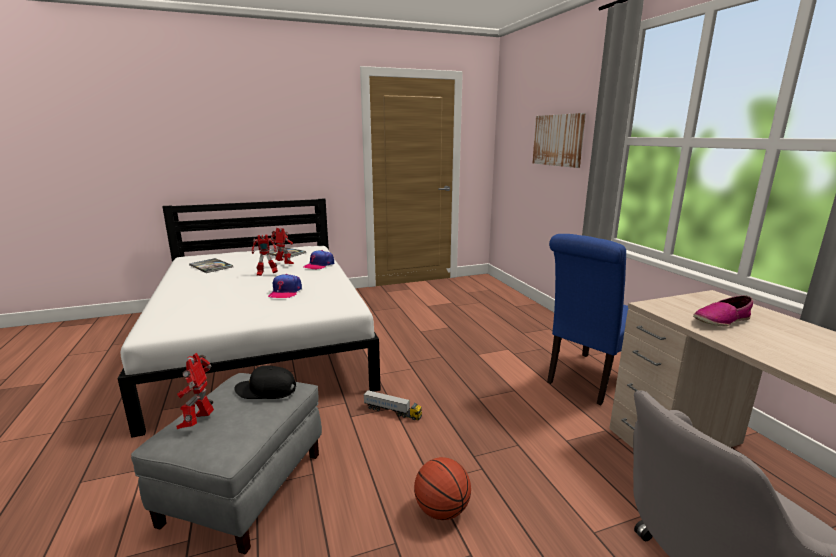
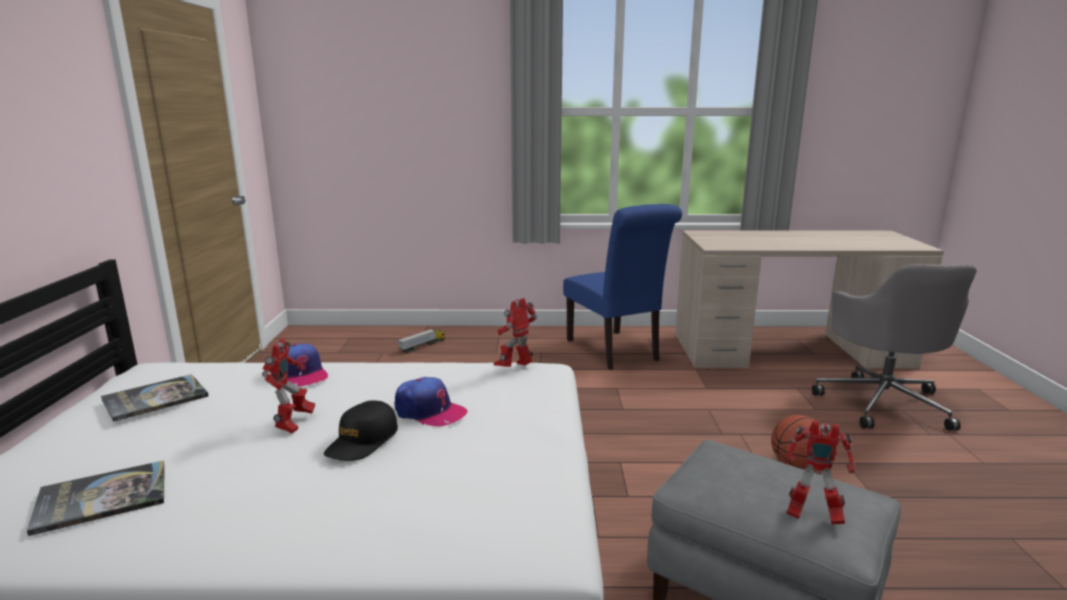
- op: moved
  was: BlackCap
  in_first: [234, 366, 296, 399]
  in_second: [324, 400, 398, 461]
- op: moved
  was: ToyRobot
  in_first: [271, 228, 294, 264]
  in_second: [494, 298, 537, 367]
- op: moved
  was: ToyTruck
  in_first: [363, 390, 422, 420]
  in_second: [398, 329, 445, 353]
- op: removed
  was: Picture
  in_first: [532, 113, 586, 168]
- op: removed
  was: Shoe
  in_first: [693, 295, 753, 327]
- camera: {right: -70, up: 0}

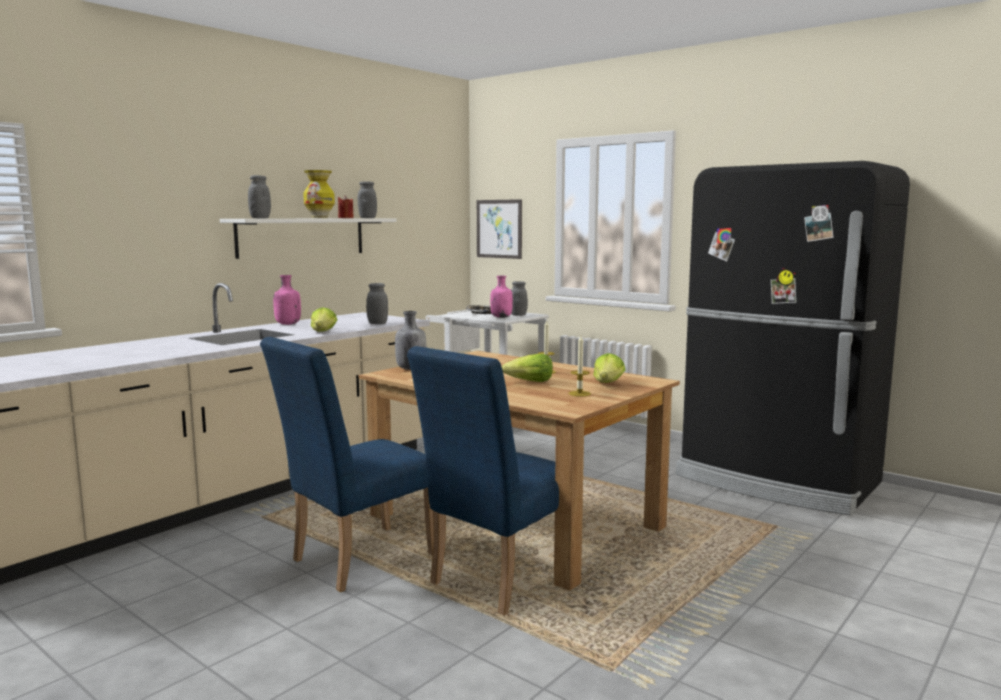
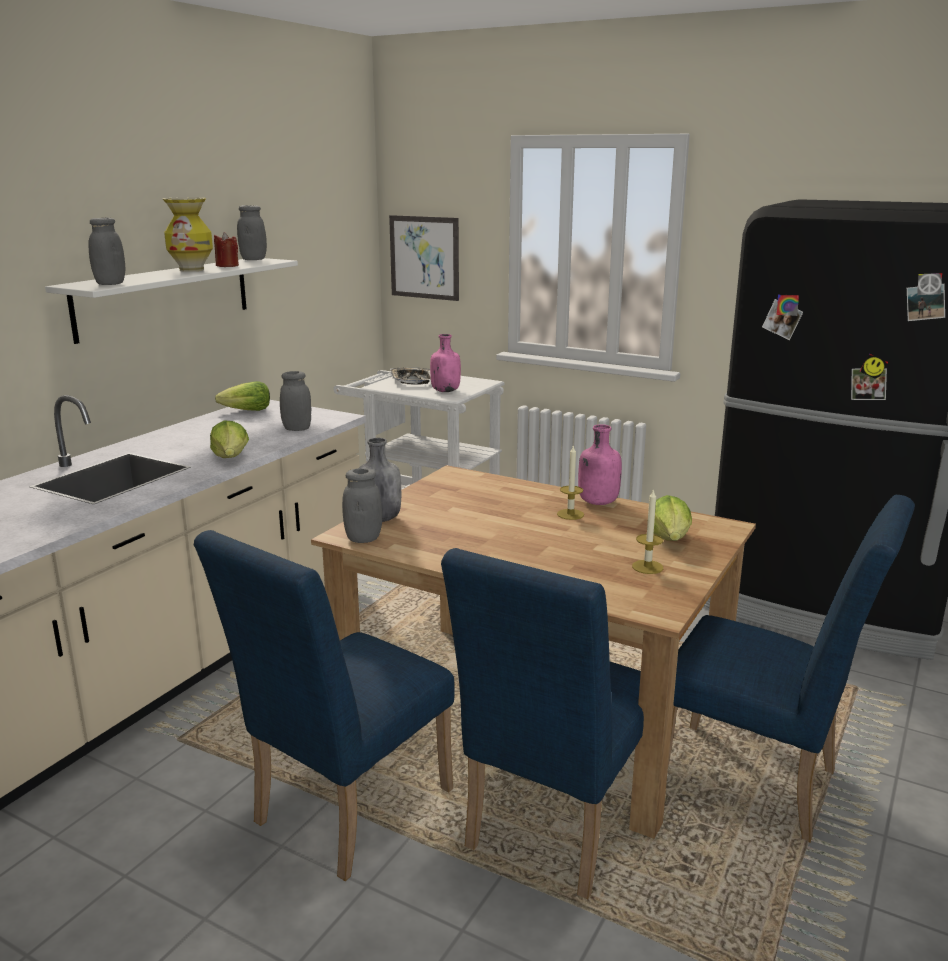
- op: moved
  was: PinkBottle
  in_first: [273, 275, 301, 325]
  in_second: [578, 424, 622, 505]
- op: moved
  was: Lettuce
  in_first: [502, 354, 553, 382]
  in_second: [215, 381, 270, 411]
- op: moved
  was: GreyJar
  in_first: [511, 281, 528, 316]
  in_second: [342, 468, 382, 543]
- op: added
  now: BlueChair
  in_second: [668, 495, 915, 843]
- camera: {right: -10, up: 10}

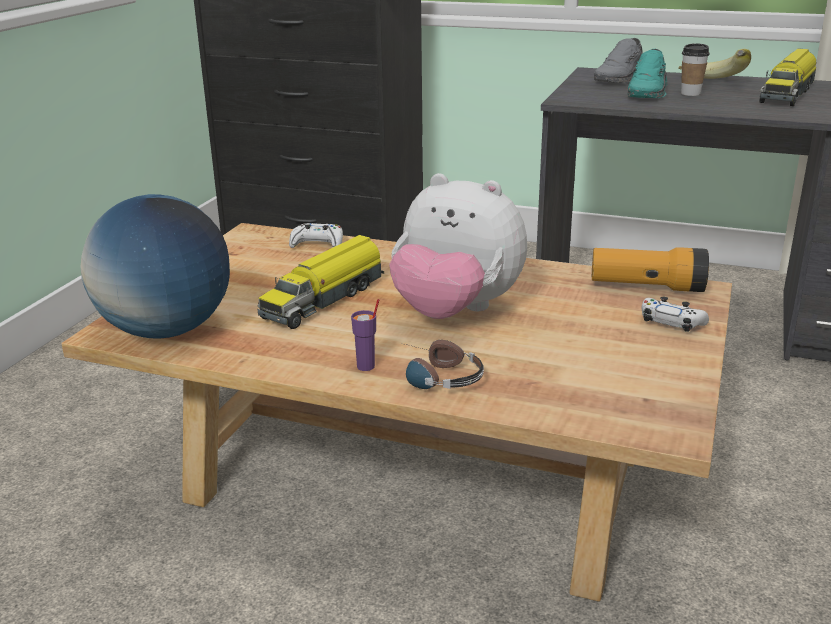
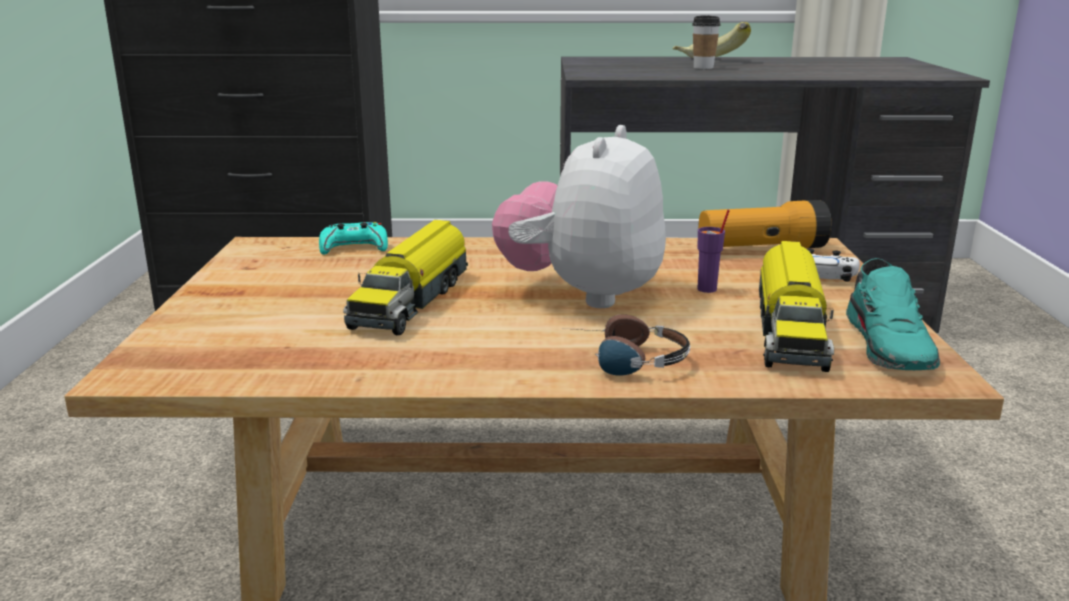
- op: removed
  was: Globe
  in_first: [81, 194, 230, 339]
- op: recoloured
  was: WhiteGameController
  now: TurquoiseGameController
  in_first: [289, 223, 343, 248]
  in_second: [319, 222, 388, 255]
- op: moved
  was: PurpleCup
  in_first: [351, 299, 379, 371]
  in_second: [697, 210, 730, 293]
- op: turned
  was: PlushToy
  in_first: [389, 173, 527, 319]
  in_second: [492, 125, 666, 308]
  clockwise: 105
- op: removed
  was: GreyShoe
  in_first: [594, 38, 643, 83]
- op: moved
  was: TurquoiseShoe
  in_first: [627, 49, 668, 98]
  in_second: [846, 258, 940, 370]
- op: moved
  was: ToyTruck
  in_first: [760, 48, 816, 106]
  in_second: [759, 241, 834, 372]
- camera: {right: -20, up: -5}

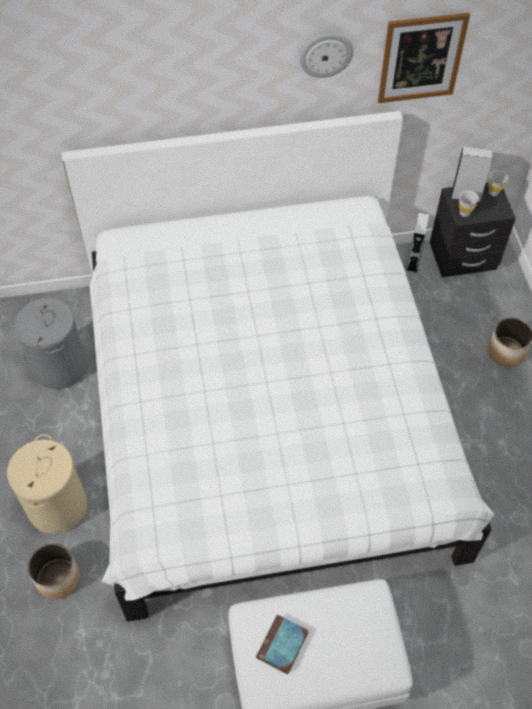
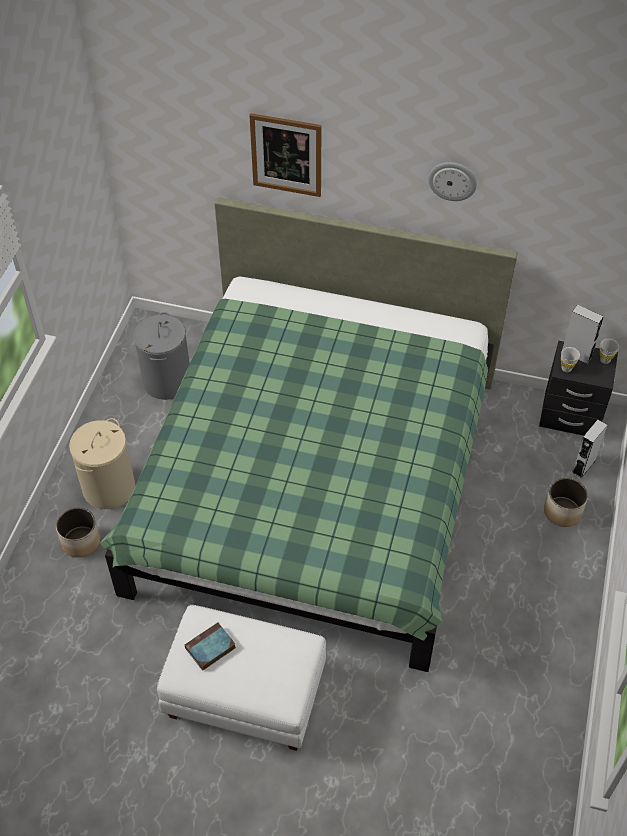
- op: recoloured
  was: WhiteBed
  now: GreenBed
  in_first: [62, 111, 494, 622]
  in_second: [99, 197, 518, 672]
- op: moved
  was: Picture
  in_first: [378, 13, 470, 103]
  in_second: [249, 113, 322, 197]
- op: moved
  was: GreySpeaker
  in_first: [406, 212, 429, 273]
  in_second: [572, 419, 607, 478]
- camera: {right: 25, up: -5}

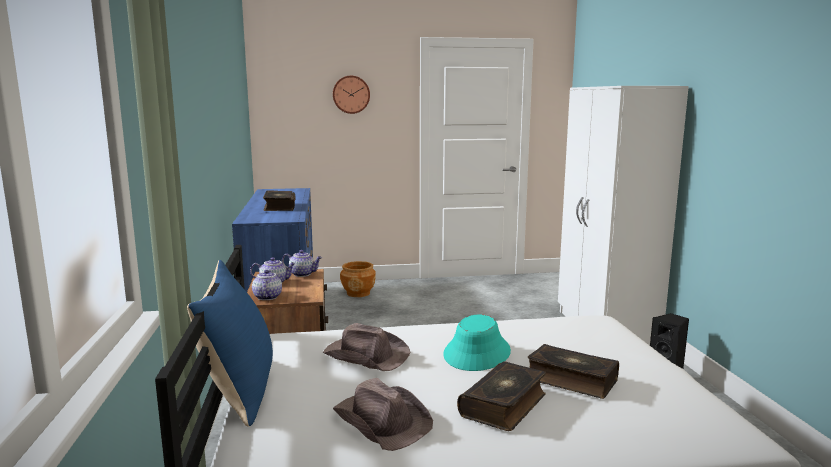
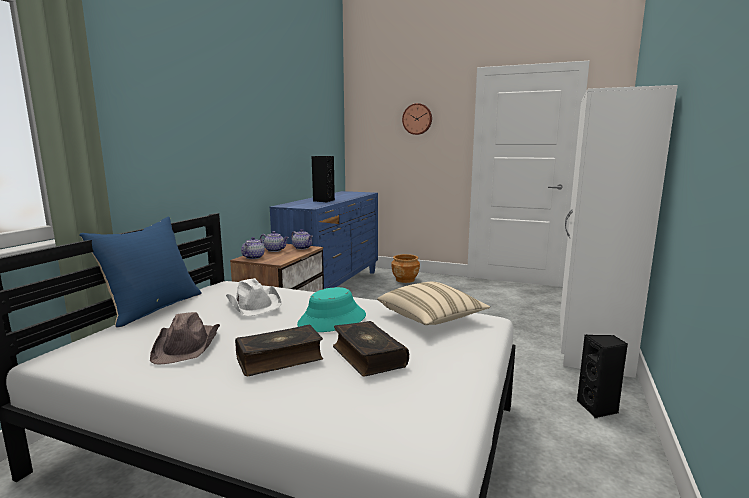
- op: replaced
  was: Book
  now: BlackSpeaker
  in_first: [263, 190, 296, 211]
  in_second: [312, 156, 335, 202]
- op: recoloured
  was: BrownHat
  now: WhiteHat
  in_first: [323, 323, 410, 371]
  in_second: [226, 278, 282, 317]
- op: added
  now: BeigePillow
  in_second: [377, 282, 490, 325]
- camera: {right: 30, up: 0}

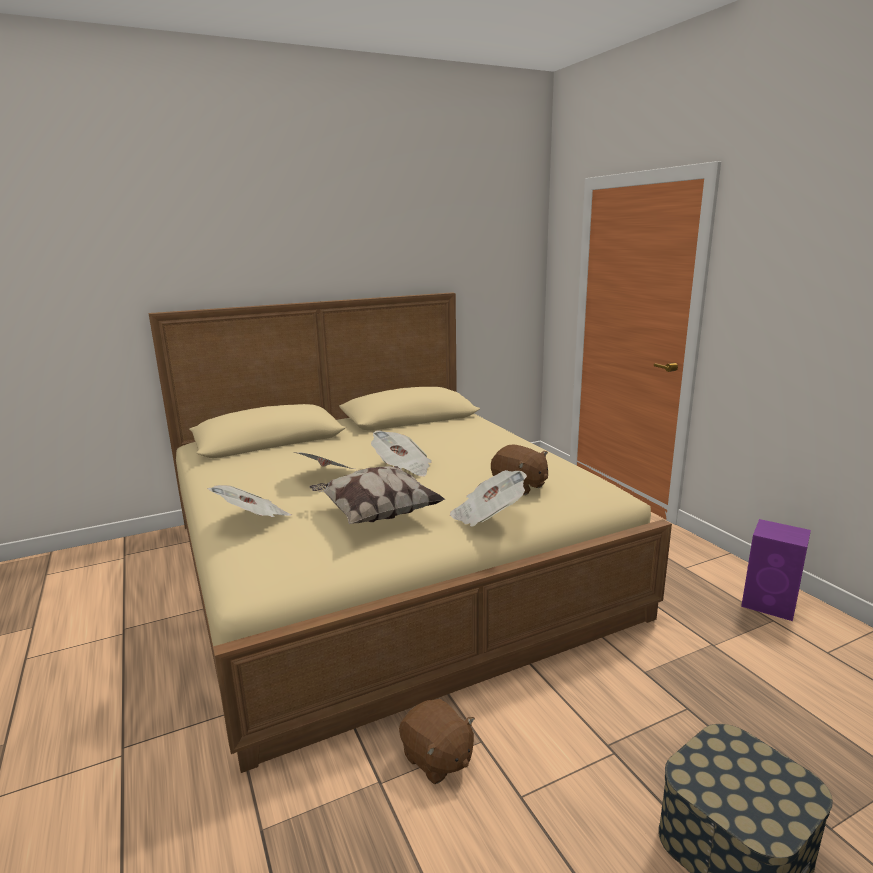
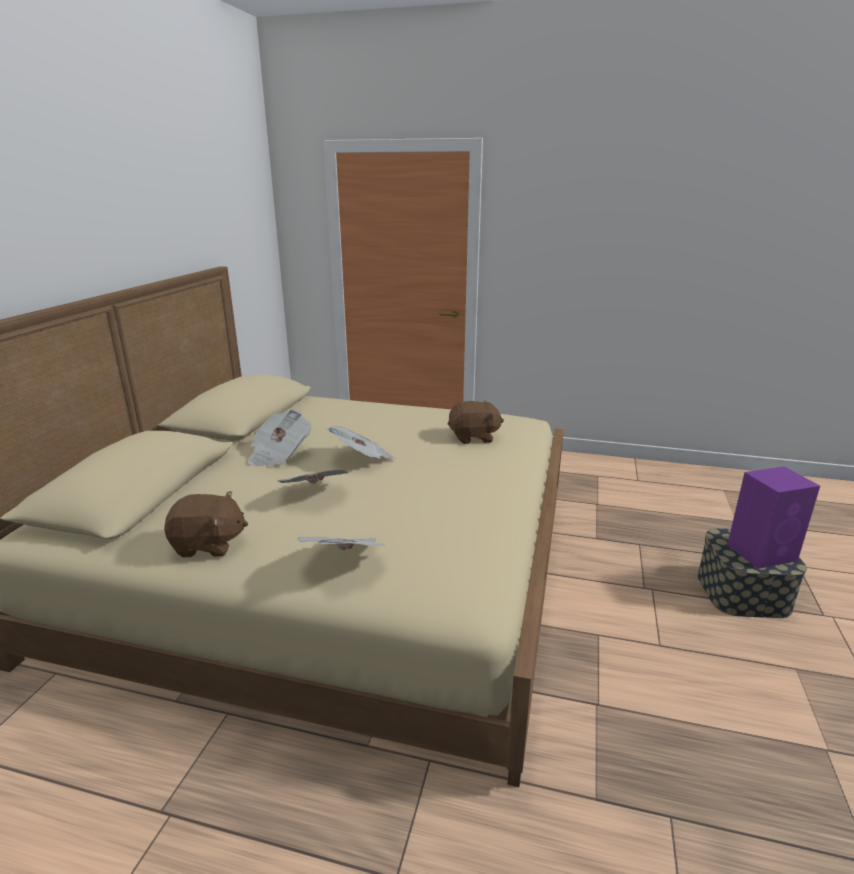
- op: removed
  was: Pillow
  in_first: [309, 466, 445, 524]
- op: moved
  was: BrownPlushToy
  in_first: [399, 699, 475, 784]
  in_second: [164, 491, 248, 557]
- op: moved
  was: Newspaper
  in_first: [450, 470, 527, 527]
  in_second: [248, 409, 311, 466]
- op: moved
  was: PurpleSpeaker
  in_first: [741, 519, 811, 621]
  in_second: [727, 466, 820, 569]
- camera: {right: -50, up: 5}

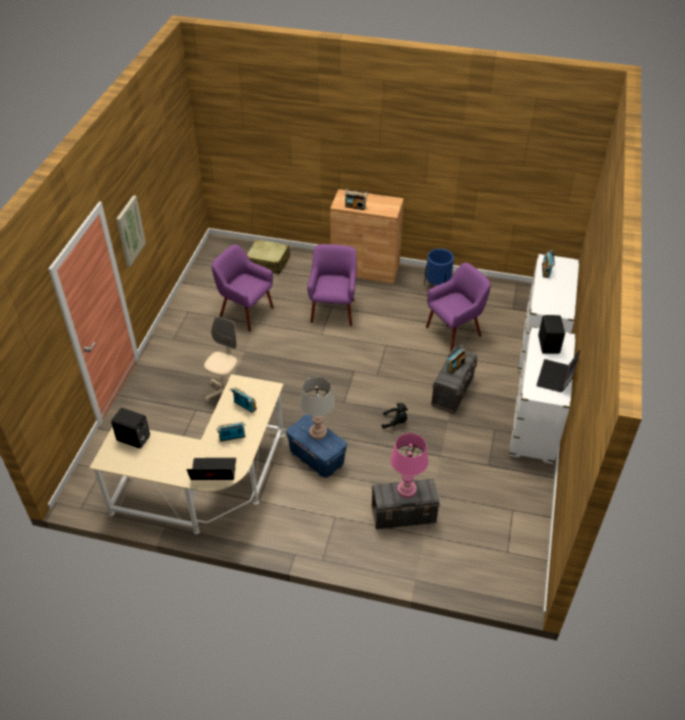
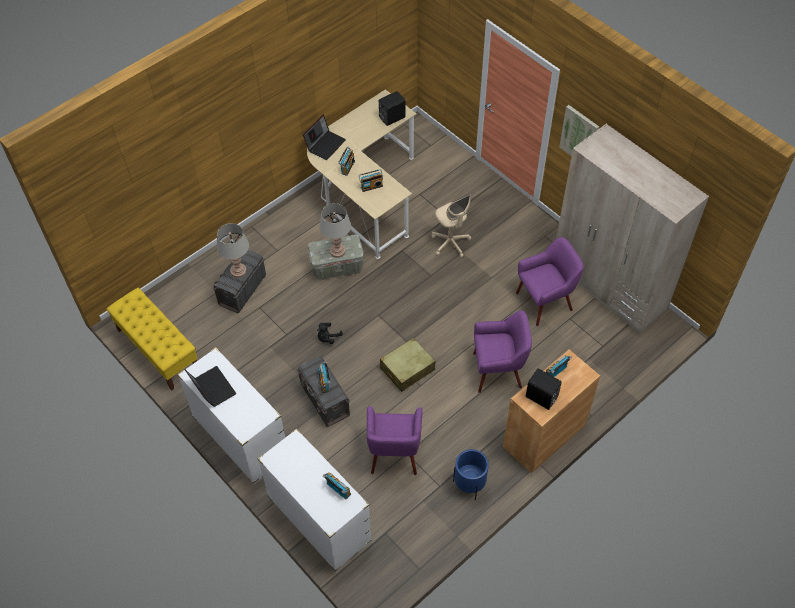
- op: moved
  was: BeigeSuitcase
  in_first: [247, 239, 290, 274]
  in_second: [380, 338, 435, 392]
- op: recoloured
  was: BlueStorageBox
  now: GreyStorageBox
  in_first: [286, 414, 347, 478]
  in_second: [308, 235, 364, 280]
- op: turned
  was: PurpleArmchair
  in_first: [307, 244, 356, 326]
  in_second: [473, 310, 532, 393]
  clockwise: -45
- op: recoloured
  was: PinkTableLamp
  now: GreyTableLamp
  in_first: [390, 433, 429, 498]
  in_second: [217, 223, 249, 278]
- op: moved
  was: BlackSpeaker
  in_first: [538, 315, 565, 354]
  in_second: [526, 368, 562, 410]
- op: added
  now: YellowBench
  in_second: [106, 288, 198, 391]
- op: added
  now: BeigeWardrobe
  in_second: [556, 124, 709, 334]
- camera: {right: 125, up: 10}

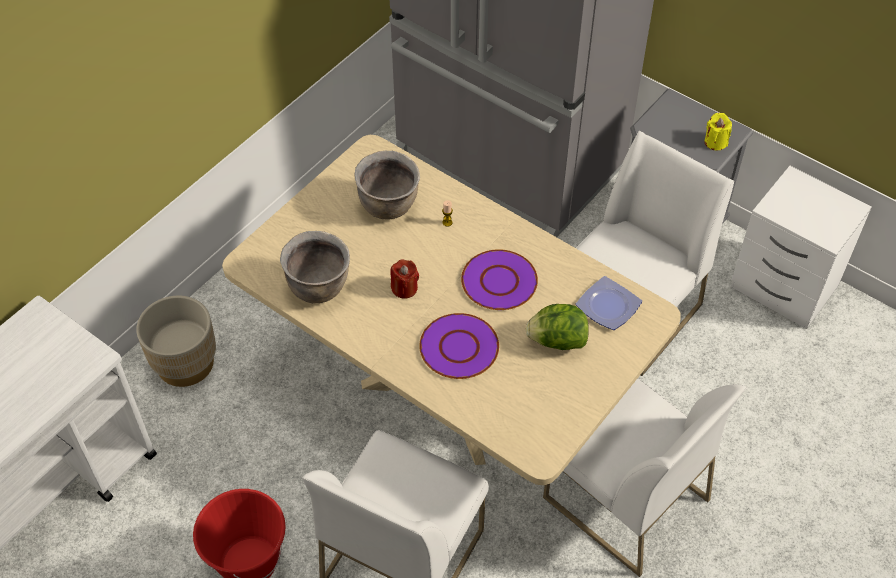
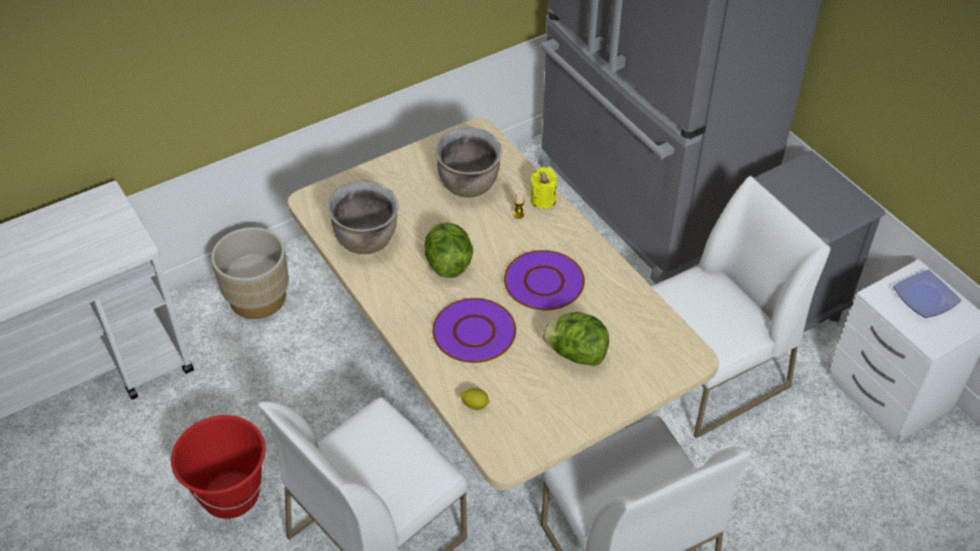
- op: replaced
  was: RedCandle
  now: Lettuce
  in_first: [390, 259, 419, 299]
  in_second: [425, 222, 473, 278]
- op: moved
  was: Plate
  in_first: [576, 276, 642, 330]
  in_second: [893, 270, 961, 318]
- op: moved
  was: YellowCandle
  in_first: [704, 113, 732, 150]
  in_second: [531, 167, 557, 209]
- op: added
  now: Lemon
  in_second: [460, 388, 490, 410]
- camera: {right: 20, up: -5}

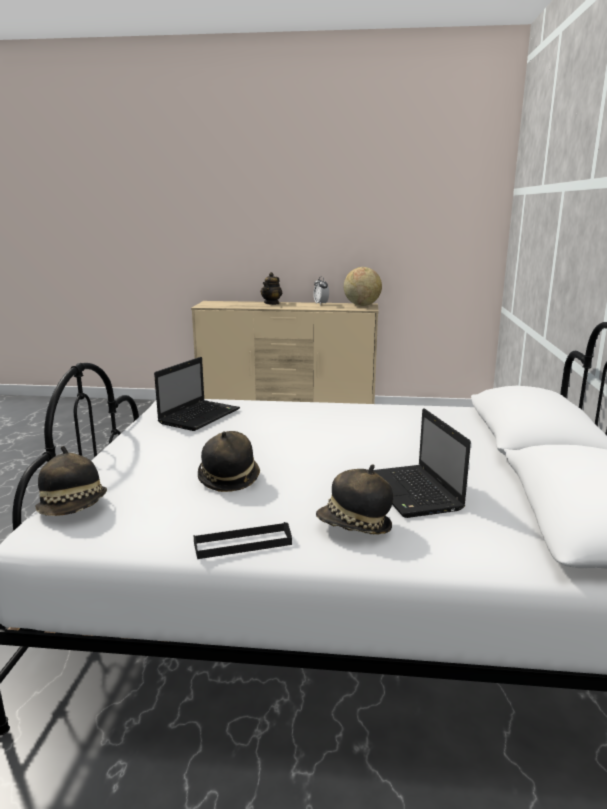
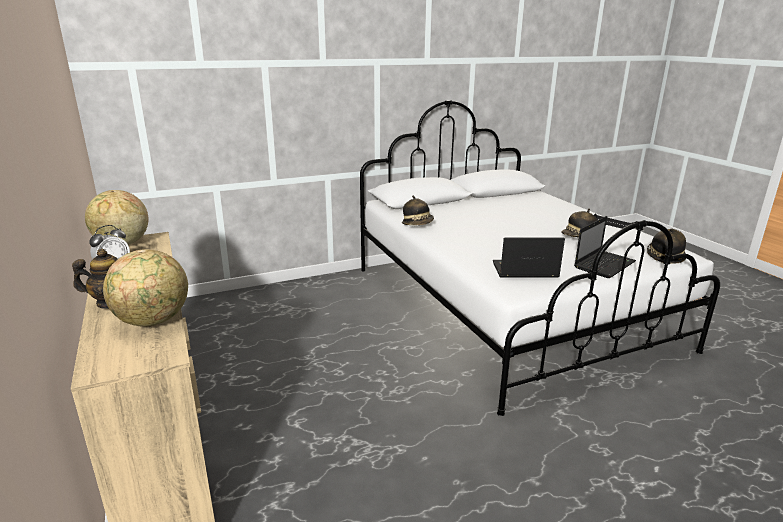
- op: moved
  was: Hat
  in_first: [316, 464, 393, 535]
  in_second: [402, 195, 434, 226]
- op: moved
  was: Laptop
  in_first: [373, 408, 471, 518]
  in_second: [574, 216, 636, 278]
- op: added
  now: Globe
  in_second: [103, 249, 188, 327]
- camera: {right: -120, up: 5}

